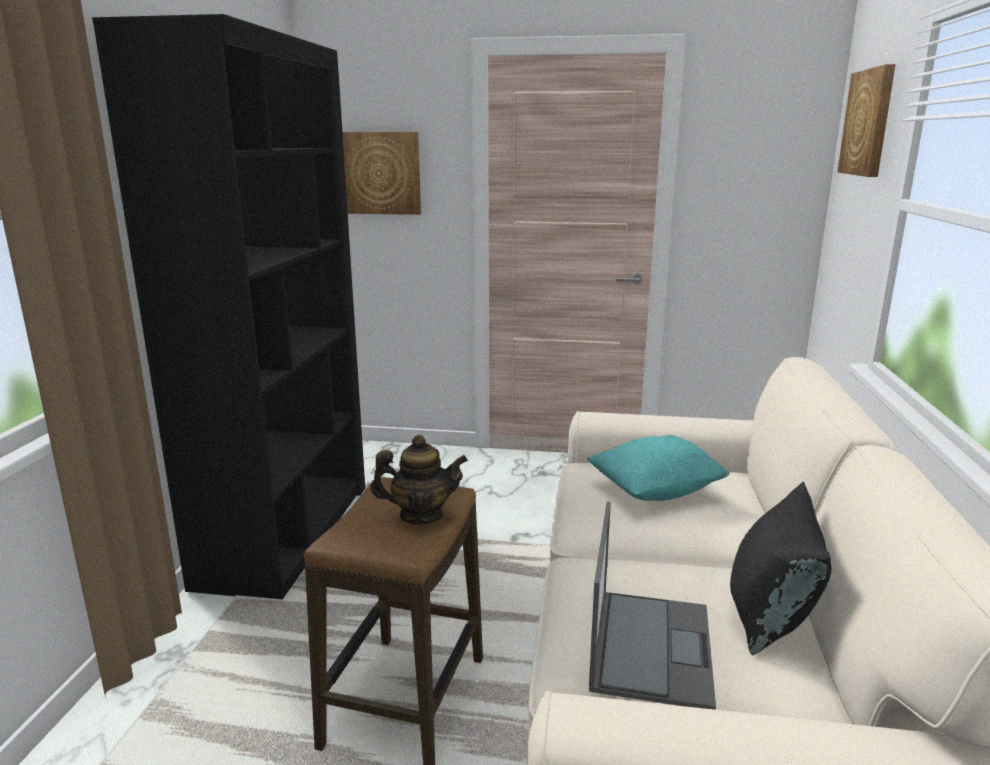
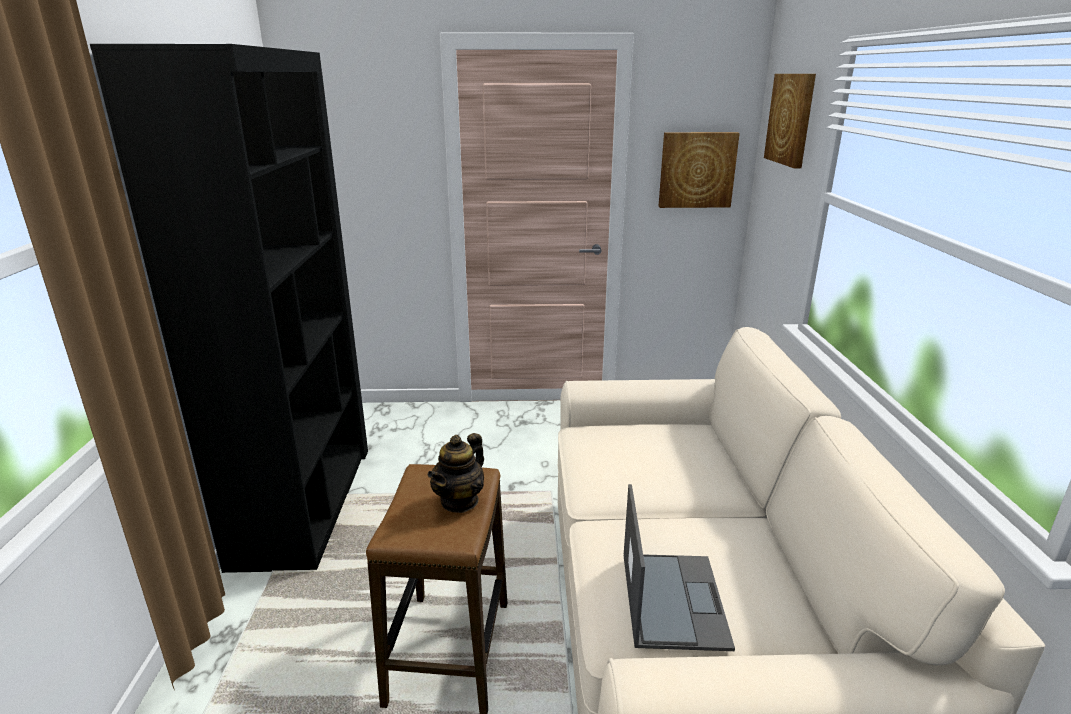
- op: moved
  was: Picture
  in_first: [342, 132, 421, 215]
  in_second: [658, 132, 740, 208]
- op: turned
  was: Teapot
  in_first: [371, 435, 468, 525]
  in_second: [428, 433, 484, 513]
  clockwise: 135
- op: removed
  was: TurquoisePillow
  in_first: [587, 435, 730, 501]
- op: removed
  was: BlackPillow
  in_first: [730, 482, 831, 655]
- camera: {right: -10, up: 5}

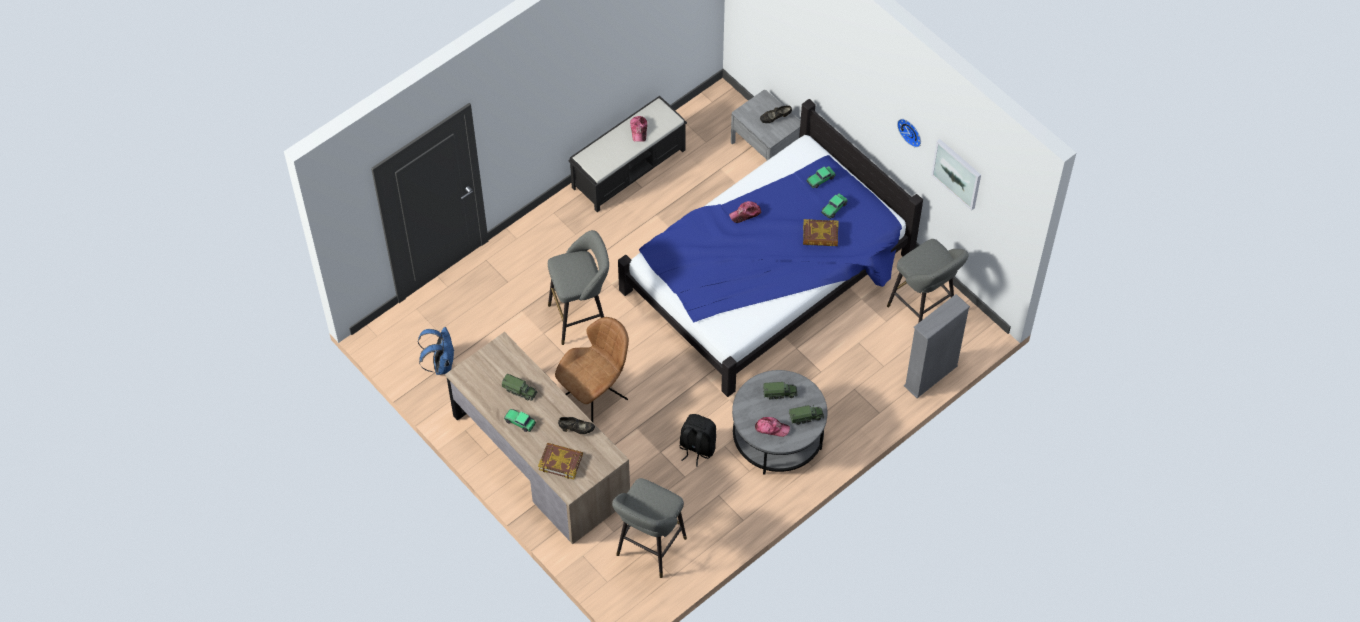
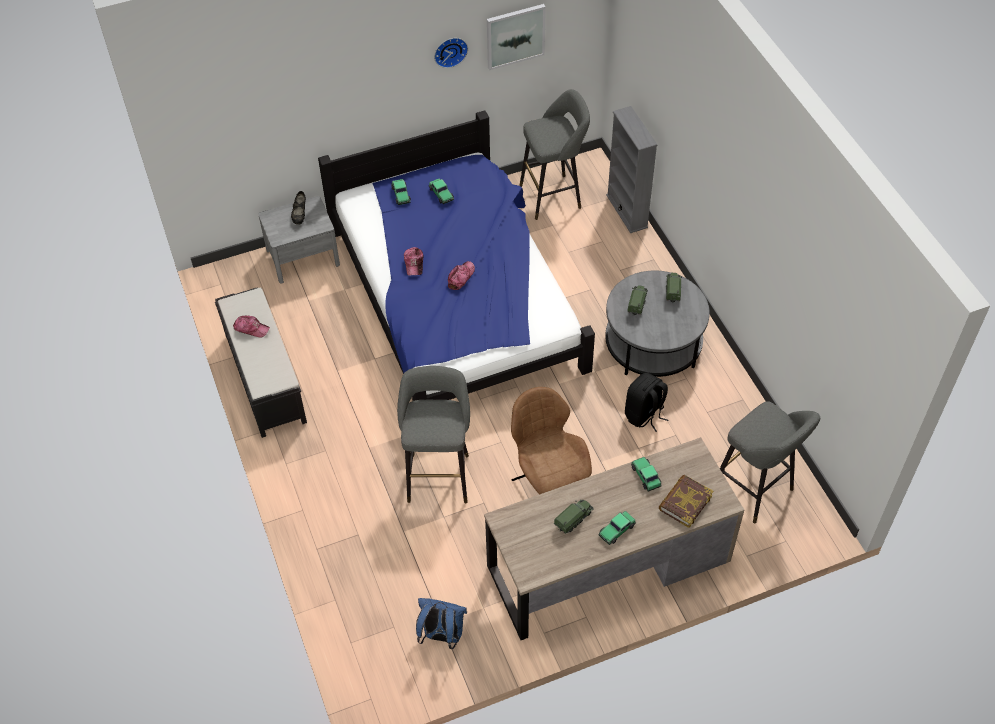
- op: replaced
  was: BlackShoe
  now: ToyCar
  in_first: [558, 417, 595, 434]
  in_second: [631, 457, 662, 492]
- op: moved
  was: Cap
  in_first: [755, 417, 790, 437]
  in_second: [448, 261, 475, 290]
- op: removed
  was: Book
  in_first: [803, 219, 839, 246]
- camera: {right: -70, up: -5}

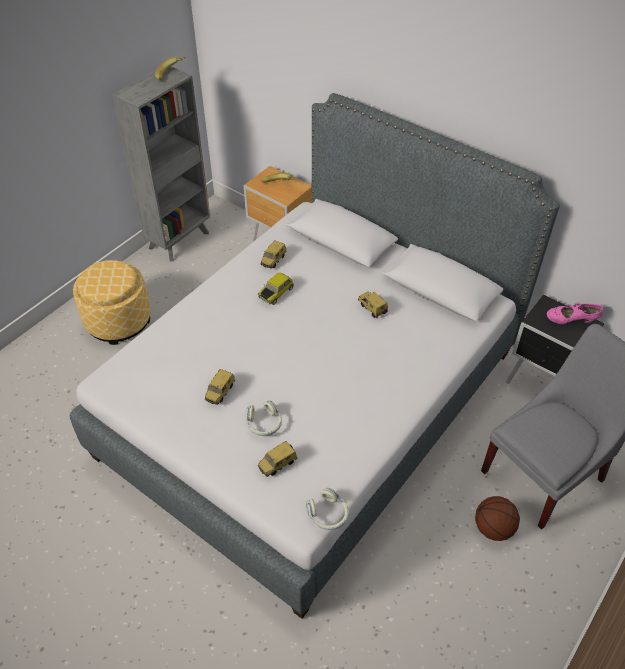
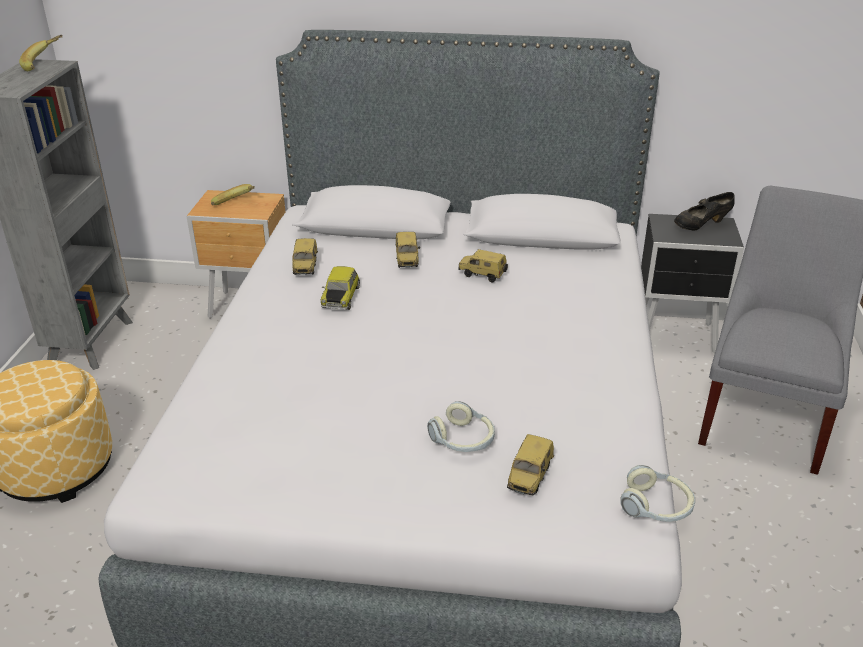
- op: moved
  was: ToyCar
  in_first: [205, 369, 236, 405]
  in_second: [395, 232, 420, 268]
- op: removed
  was: Basketball
  in_first: [475, 496, 520, 541]
- op: recoloured
  was: PinkShoe
  now: BlackShoe
  in_first: [547, 303, 603, 324]
  in_second: [674, 192, 735, 230]
- camera: {right: -30, up: -15}

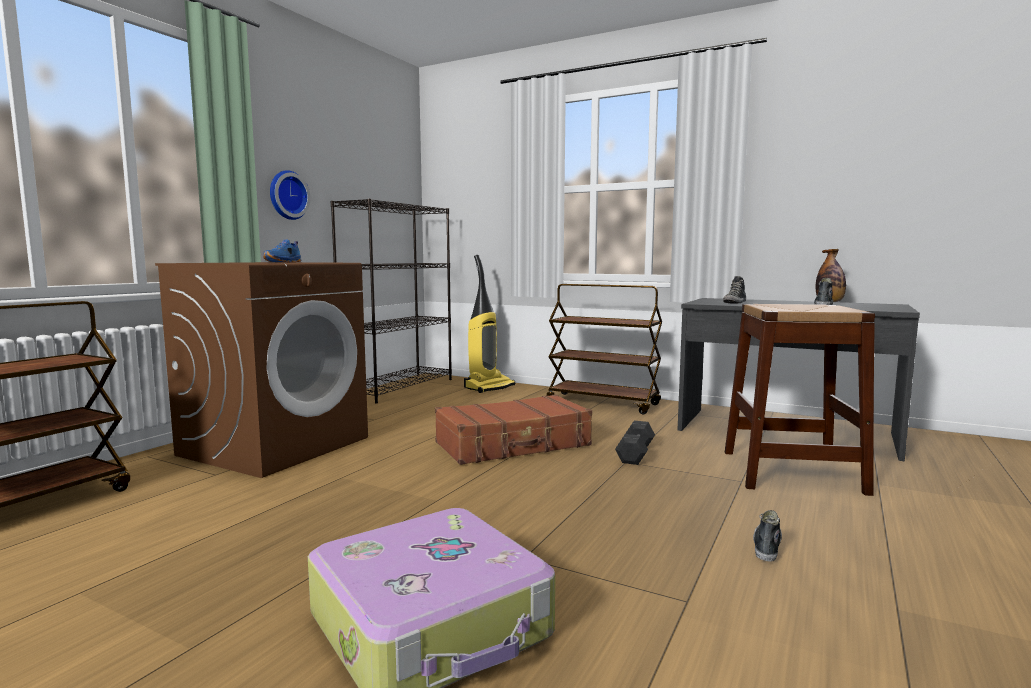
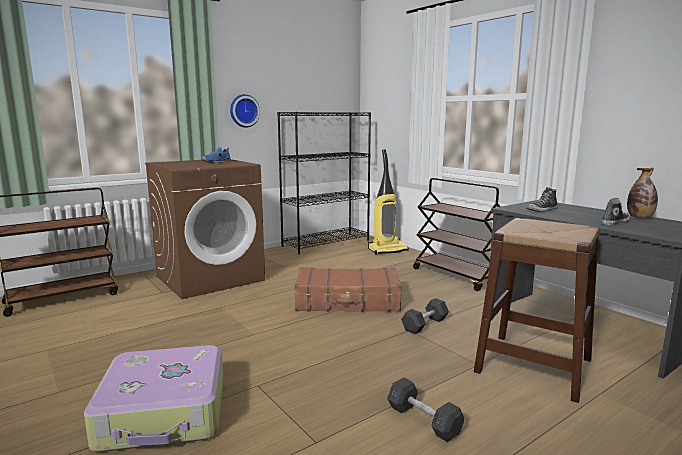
- op: replaced
  was: Shoe
  now: GreyDumbbell
  in_first: [753, 510, 782, 562]
  in_second: [387, 377, 464, 442]
- camera: {right: 25, up: 5}

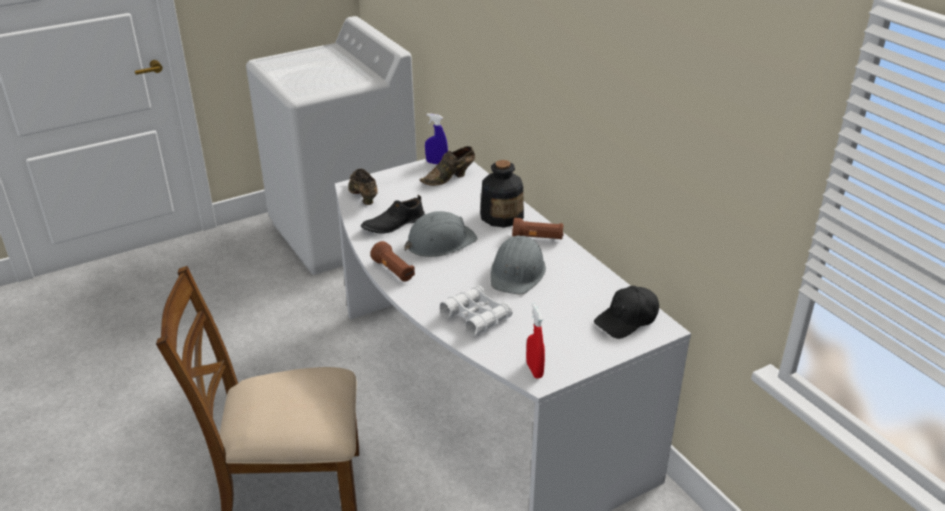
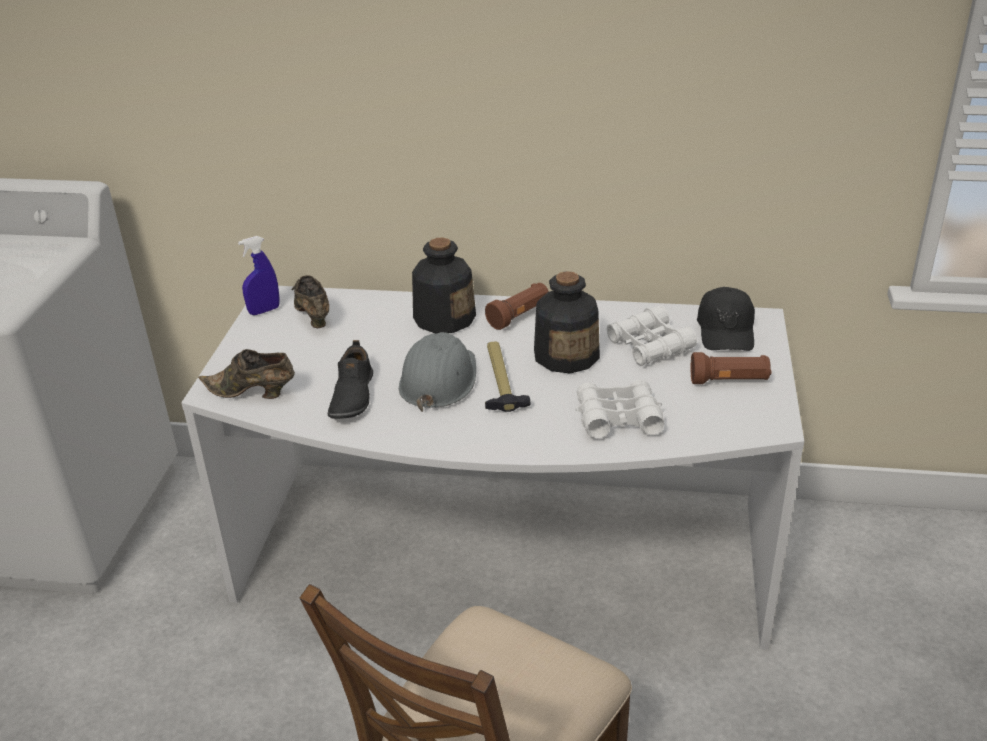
- op: moved
  was: BrownFlashlight
  in_first: [370, 241, 415, 281]
  in_second: [691, 352, 771, 384]
- op: turned
  was: BrownShoe
  in_first: [420, 146, 475, 186]
  in_second: [291, 275, 329, 328]
  clockwise: 150
- op: replaced
  was: GreyHardHat
  now: Bottle
  in_first: [491, 235, 546, 294]
  in_second: [534, 271, 600, 373]
- op: removed
  was: RedSprayBottle
  in_first: [526, 303, 545, 378]
- op: added
  now: Hammer
  in_second: [485, 342, 530, 412]
- op: added
  now: WhiteBinoculars
  in_second: [607, 306, 697, 366]
- camera: {right: -50, up: 0}

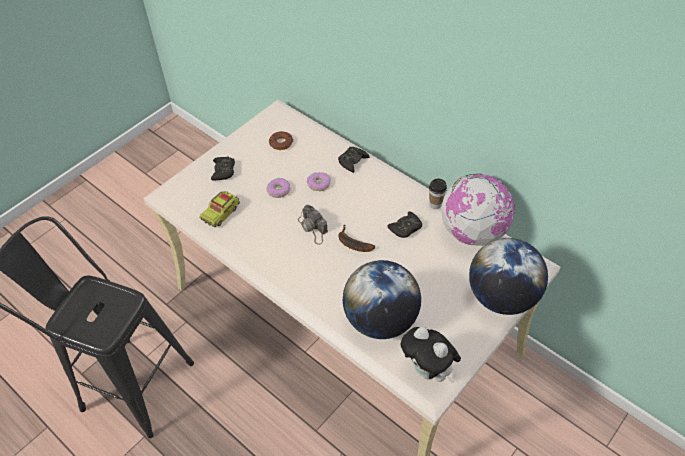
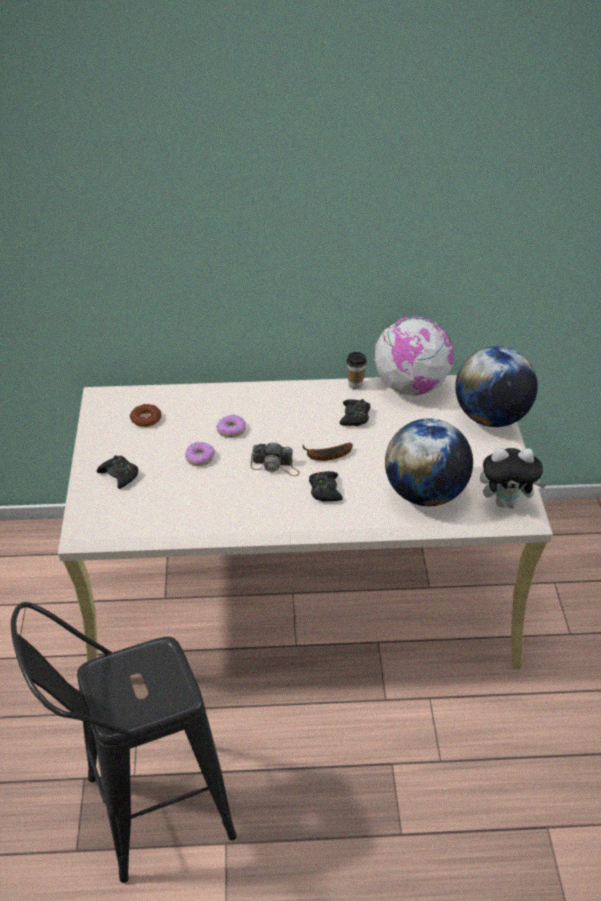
- op: removed
  was: ToyTruck
  in_first: [199, 191, 240, 227]
- op: moved
  was: BlackGameController
  in_first: [338, 147, 369, 173]
  in_second: [309, 471, 343, 501]
- camera: {right: -45, up: -10}

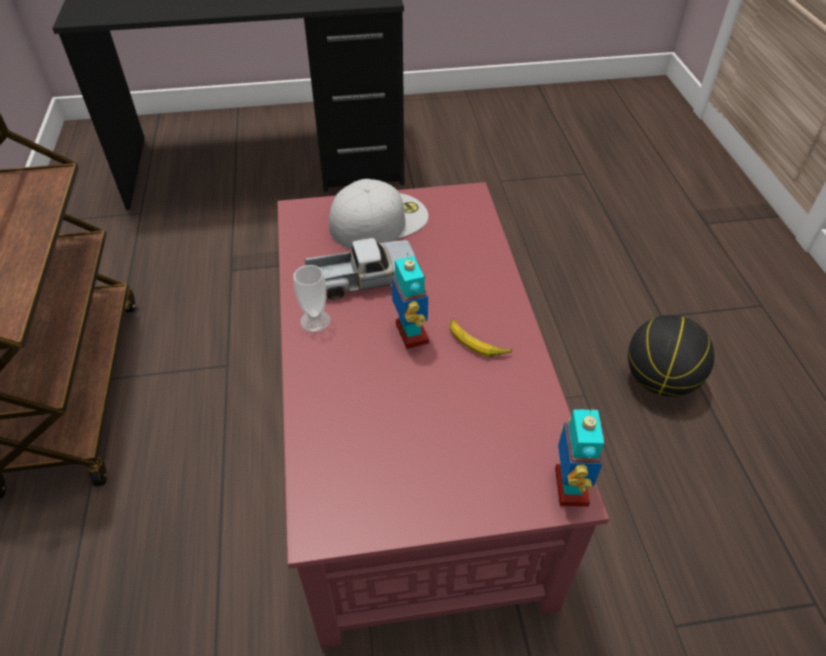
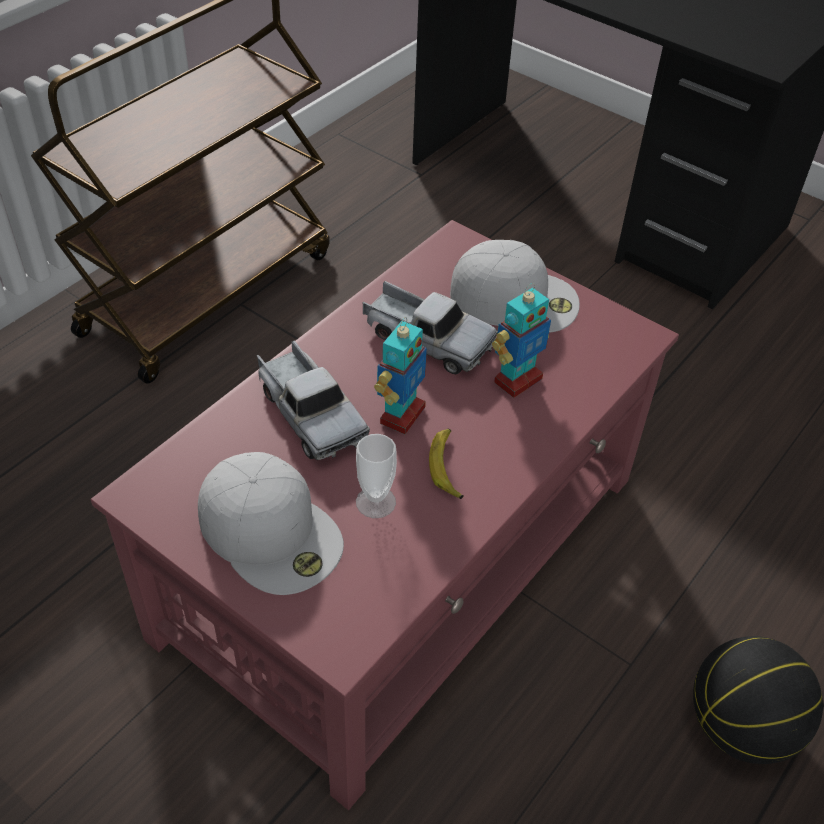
- op: moved
  was: Cup
  in_first: [293, 265, 331, 332]
  in_second: [356, 434, 397, 518]
- op: moved
  was: ToyRobot
  in_first: [555, 408, 605, 507]
  in_second: [492, 283, 551, 398]
- op: added
  now: WhiteCap
  in_second: [198, 452, 344, 595]
- op: added
  now: ToyTruck
  in_second: [256, 340, 370, 460]
- camera: {right: 45, up: 0}

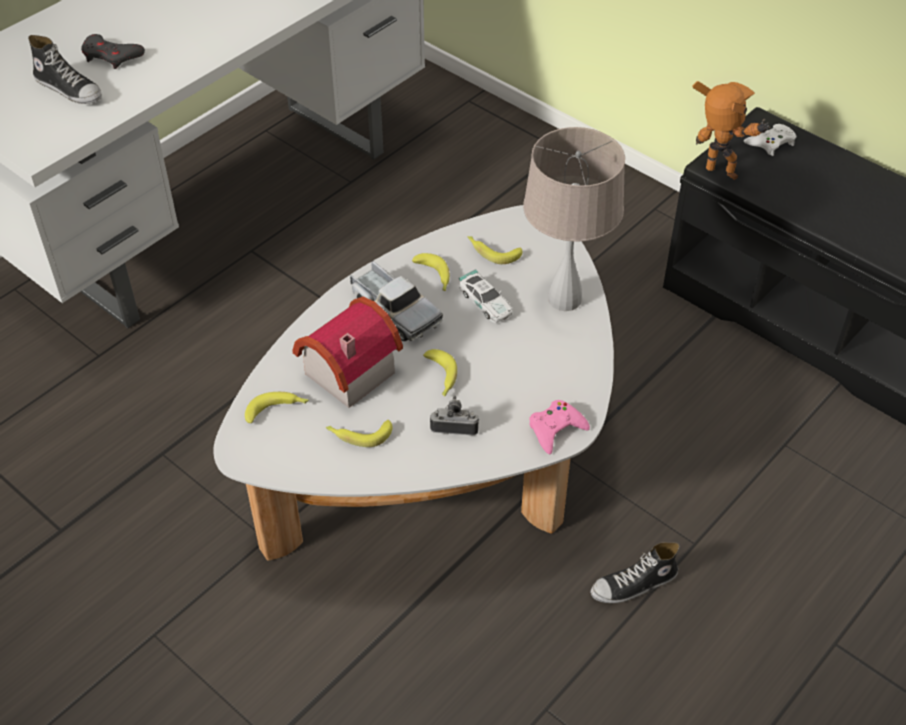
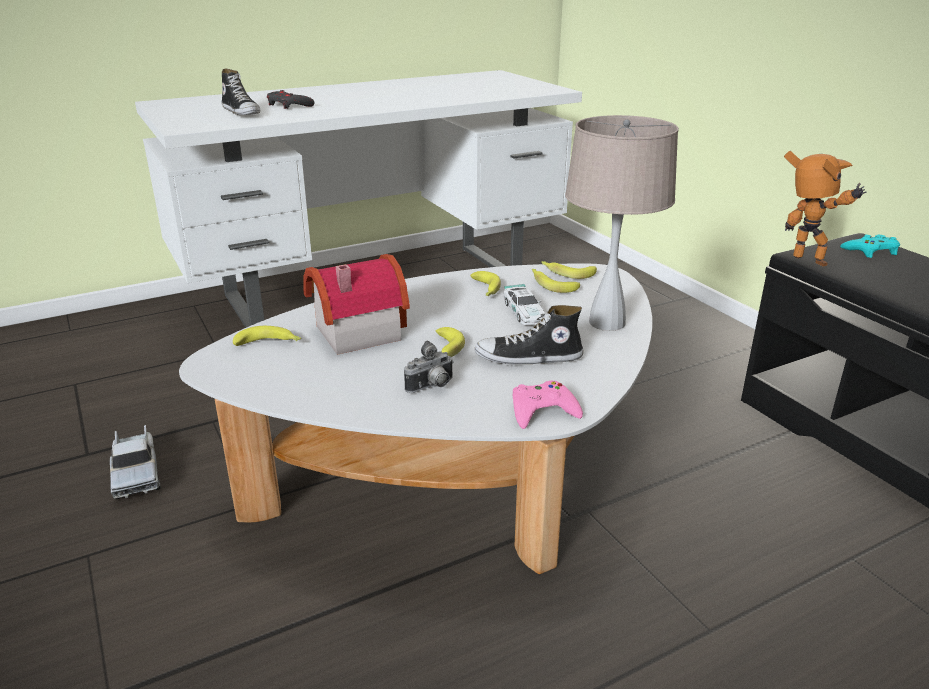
- op: moved
  was: Banana
  in_first: [326, 420, 392, 447]
  in_second: [541, 261, 597, 279]
- op: moved
  was: ToyTruck
  in_first: [350, 261, 443, 341]
  in_second: [110, 425, 161, 500]
- op: turned
  was: PhotoCamera
  in_first: [430, 396, 479, 435]
  in_second: [404, 340, 454, 393]
  clockwise: 120
- op: moved
  was: Shoe
  in_first: [590, 542, 679, 603]
  in_second: [475, 305, 584, 364]
- op: recoloured
  was: WhiteGameController
  now: TurquoiseGameController
  in_first: [744, 124, 796, 156]
  in_second: [840, 235, 900, 258]
- camera: {right: 20, up: -20}

